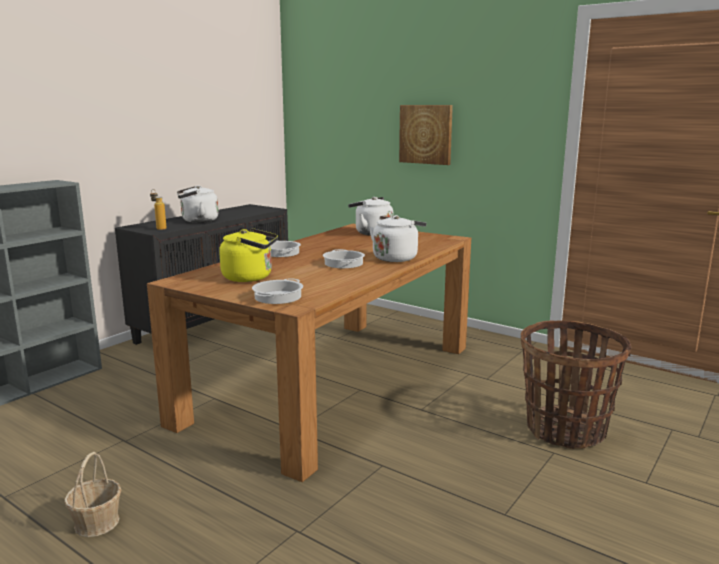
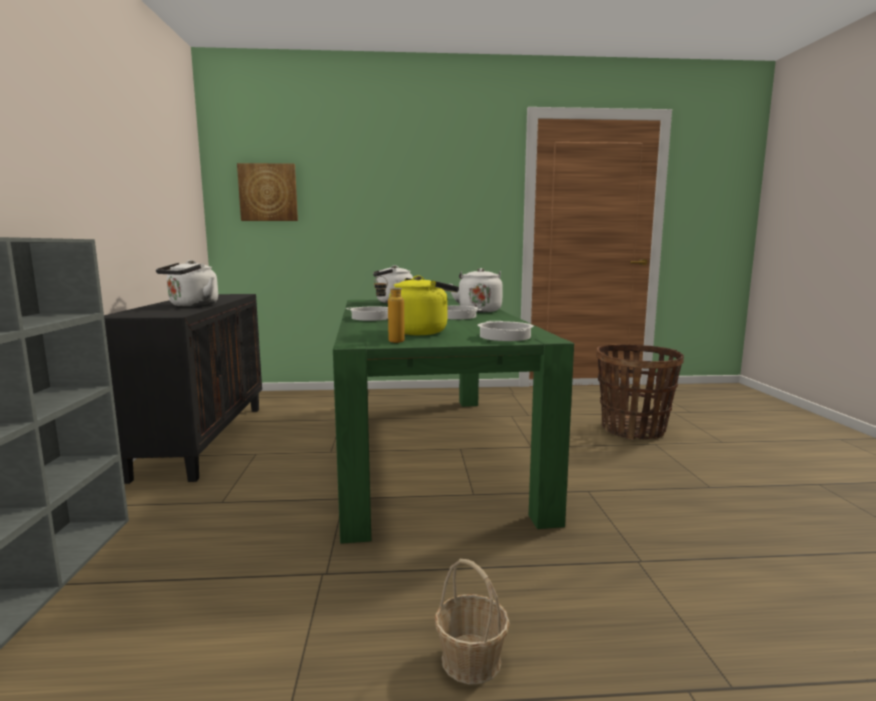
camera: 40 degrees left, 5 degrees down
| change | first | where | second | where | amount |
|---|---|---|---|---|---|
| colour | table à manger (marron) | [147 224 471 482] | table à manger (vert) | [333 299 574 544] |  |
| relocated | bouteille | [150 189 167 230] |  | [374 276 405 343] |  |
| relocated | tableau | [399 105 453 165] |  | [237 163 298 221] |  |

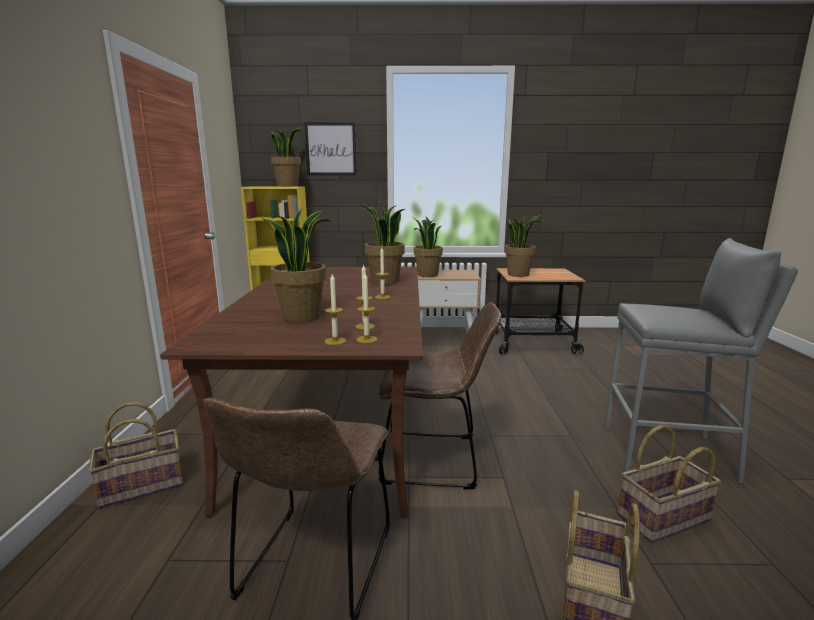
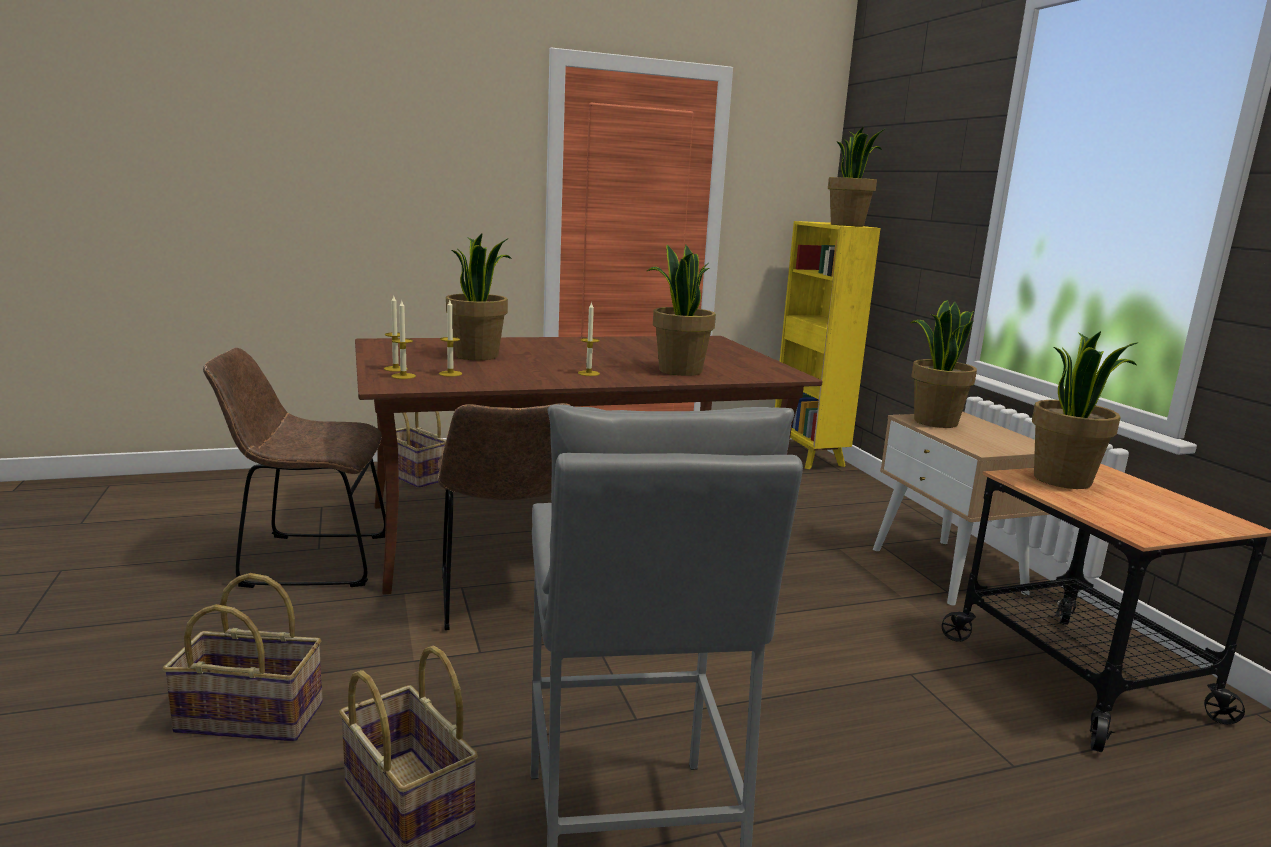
camera: 70 degrees right, 0 degrees up
| change | first | where | second | where | amount |
|---|---|---|---|---|---|
| missing | tableau | [304 122 357 176] |  |  |  |

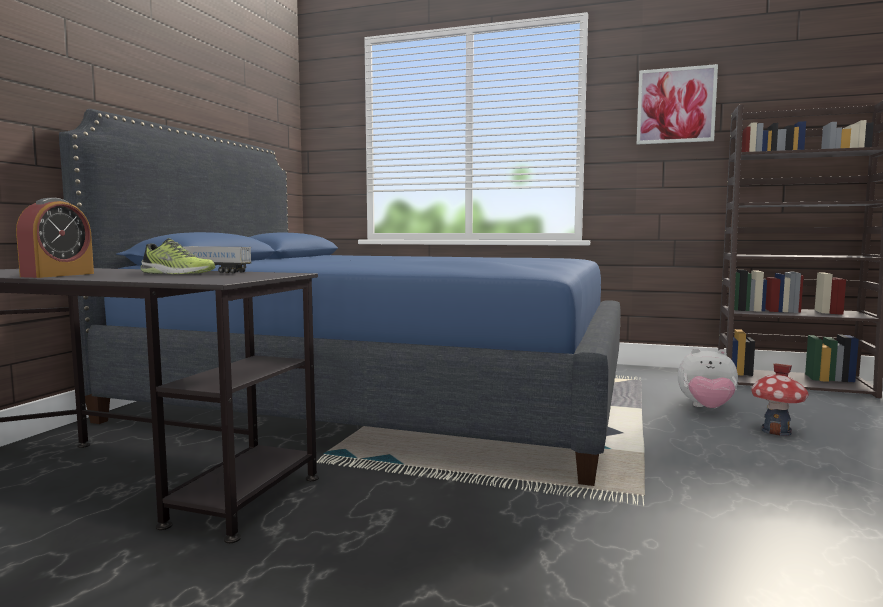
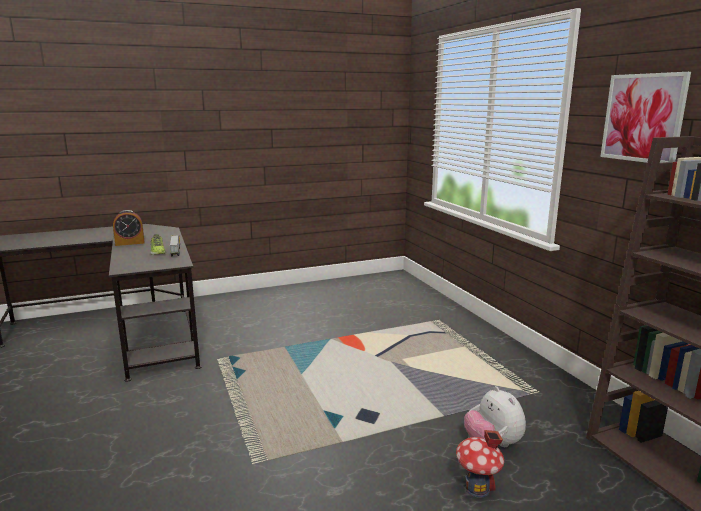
camera: 50 degrees right, 10 degrees up
| change | first | where | second | where | amount |
|---|---|---|---|---|---|
| missing | lit (bleu) | [59 109 620 486] |  |  |  |

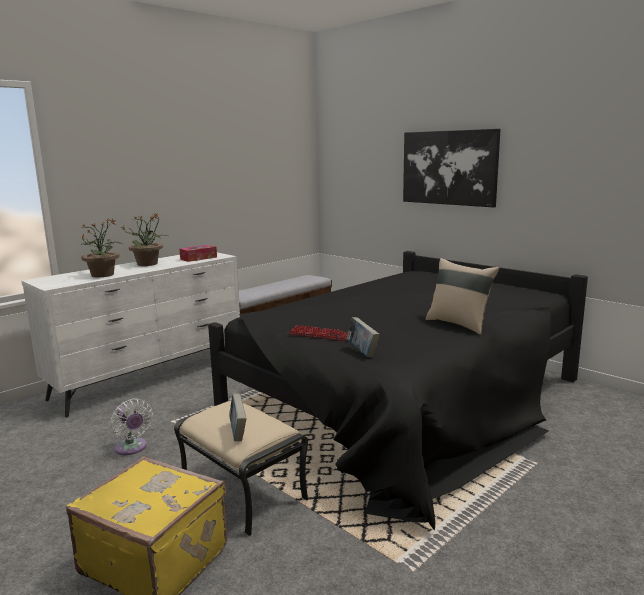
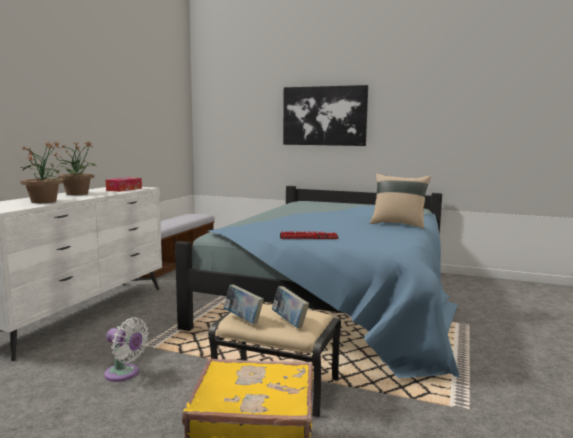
camera: 25 degrees left, 5 degrees down
| change | first | where | second | where | amount |
|---|---|---|---|---|---|
| colour | lit (noir) | [208 251 588 531] | lit (bleu) | [175 186 459 378] |  |
| relocated | livre | [346 317 380 357] |  | [224 285 264 324] |  |

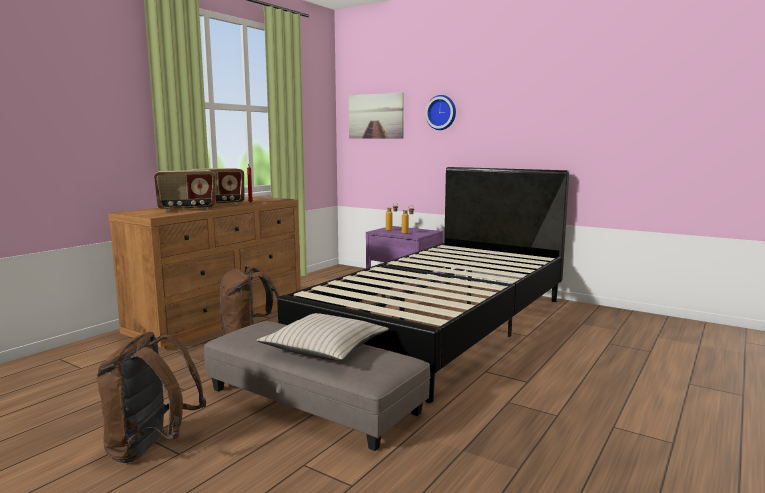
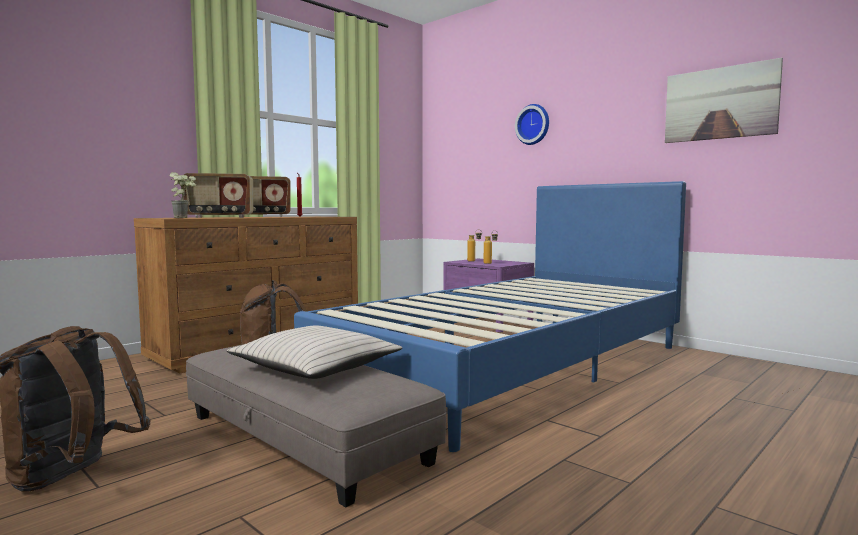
camera: 10 degrees right, 5 degrees down
| change | first | where | second | where | amount |
|---|---|---|---|---|---|
| colour | lit (noir) | [277 167 569 403] | lit (bleu) | [294 181 686 452] |  |
| relocated | tableau | [349 92 404 139] |  | [665 58 783 143] |  |
| appeared |  |  | plante en pot | [169 172 196 218] |  |

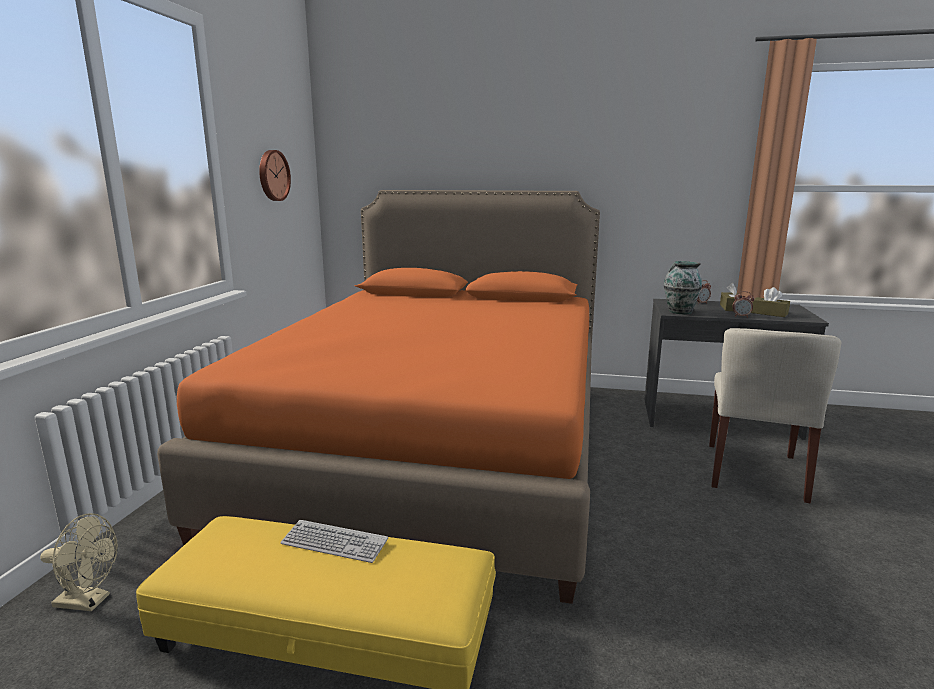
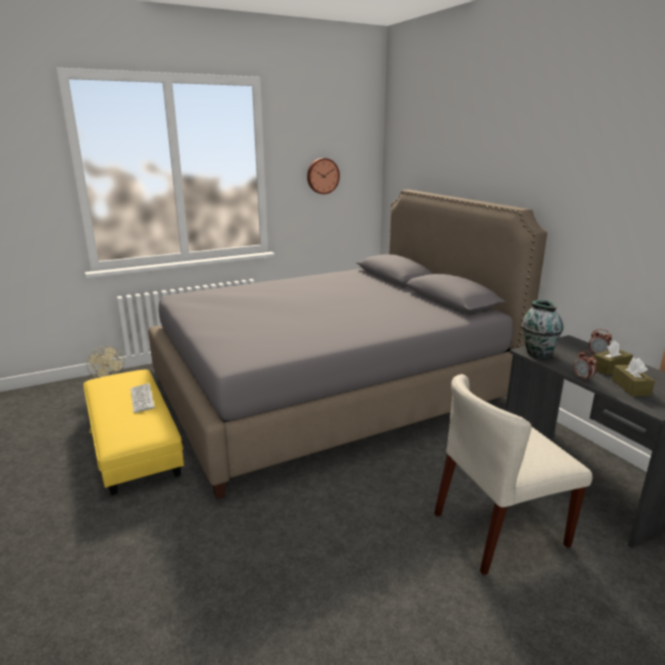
camera: 50 degrees right, 5 degrees up
| change | first | where | second | where | amount |
|---|---|---|---|---|---|
| colour | lit (orange) | [157 190 600 604] | lit (gris) | [148 190 547 499] |  |

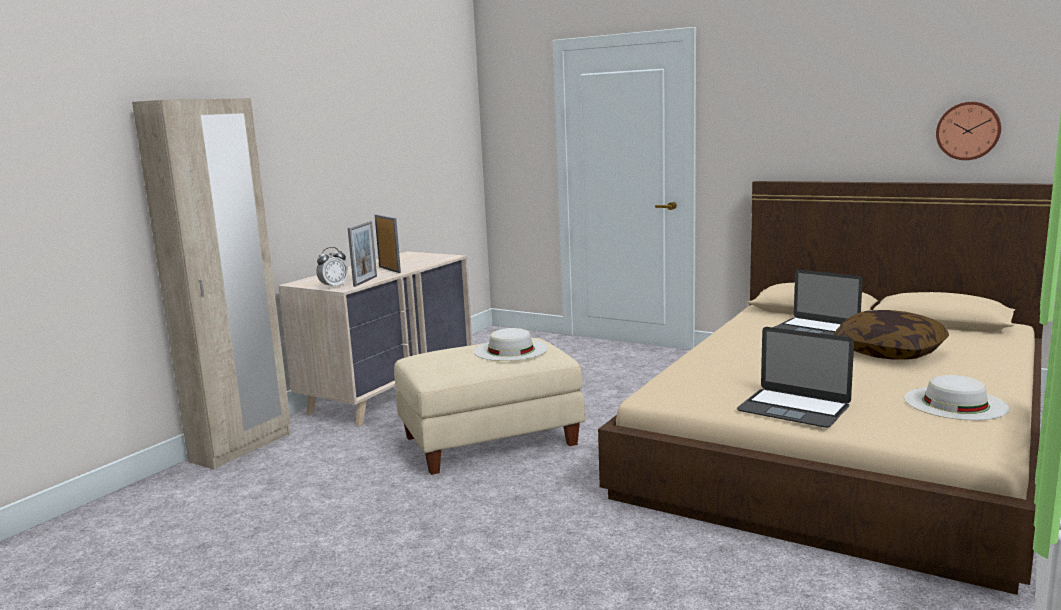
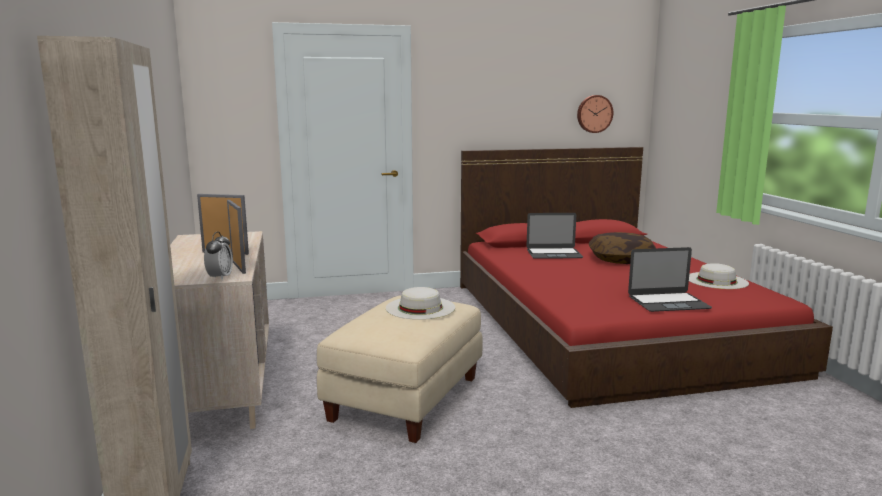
camera: 45 degrees left, 0 degrees up
| change | first | where | second | where | amount |
|---|---|---|---|---|---|
| colour | lit (beige) | [598 181 1053 595] | lit (rouge) | [460 147 833 408] |  |

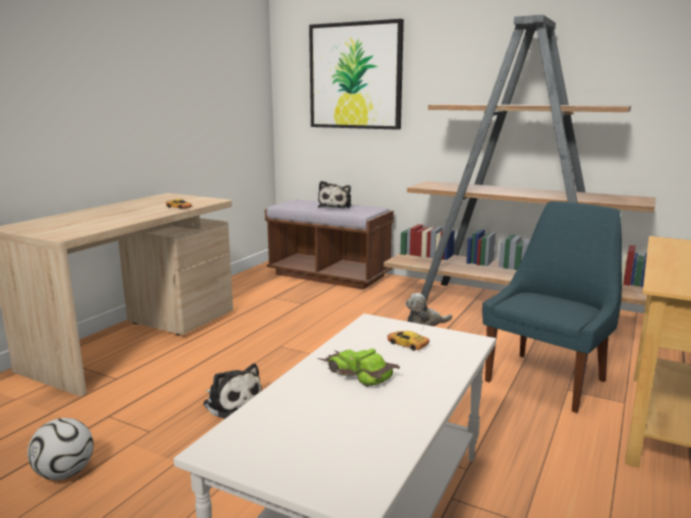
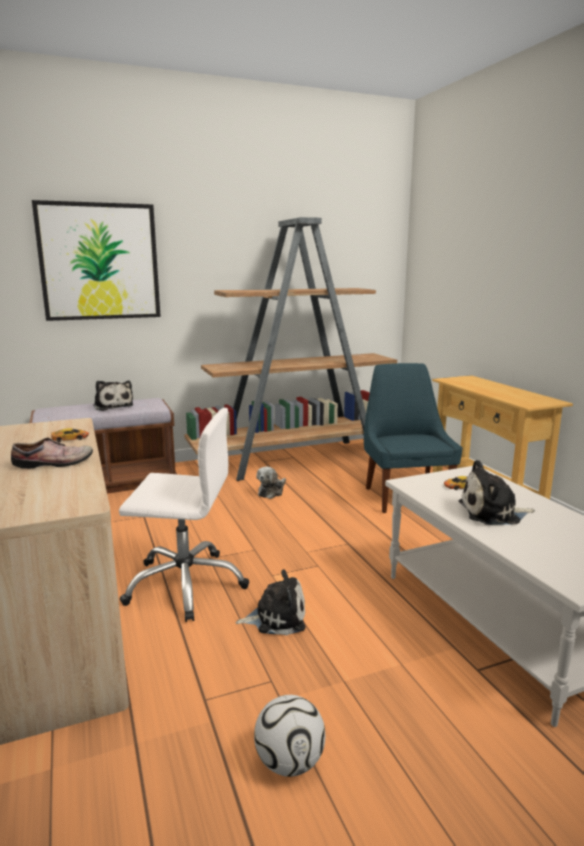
camera: 50 degrees left, 0 degrees up
| change | first | where | second | where | amount |
|---|---|---|---|---|---|
| exchanged | petite voiture | [317 349 400 387] | peluche | [458 460 535 525] |  |
| appeared |  |  | chaussure | [11 438 93 469] |  |
| appeared |  |  | chaise de bureau (blanc) | [119 408 249 622] |  |

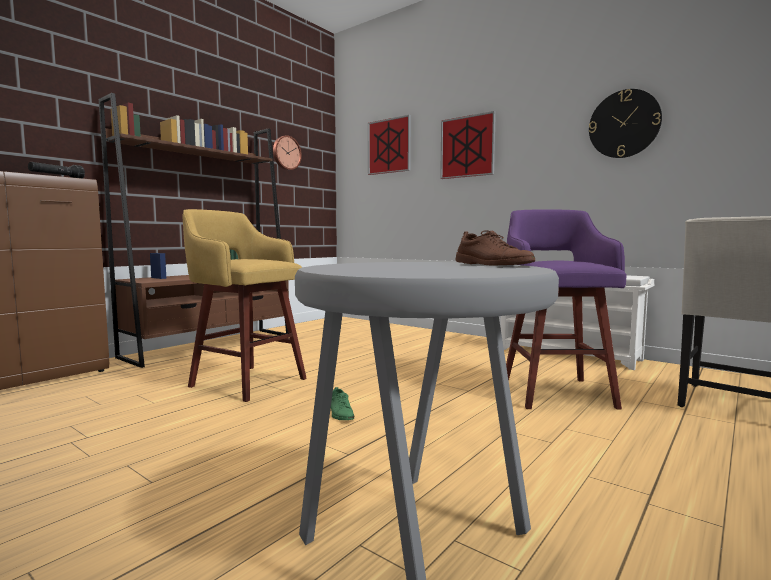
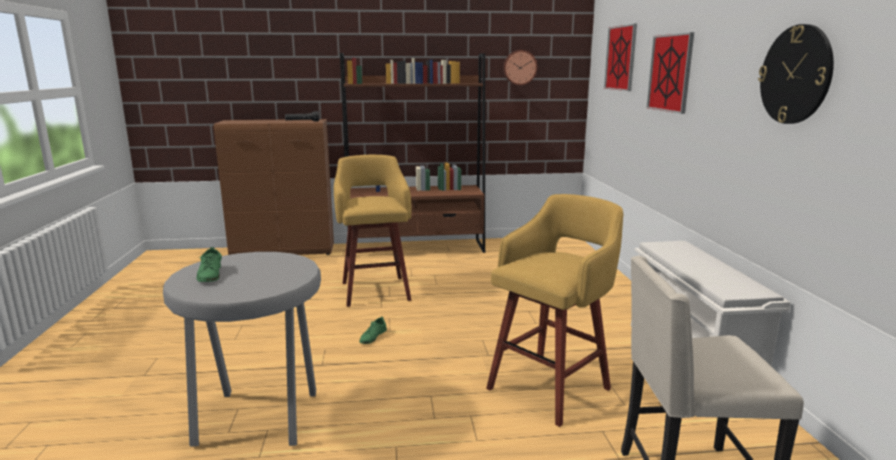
camera: 45 degrees right, 10 degrees up
| change | first | where | second | where | amount |
|---|---|---|---|---|---|
| missing | chaussure (marron) | [455 230 535 265] |  |  |  |
| colour | tabouret (violet) | [506 209 627 409] | tabouret (jaune) | [486 194 623 427] |  |
| appeared |  |  | chaussure (vert) | [197 247 222 282] |  |

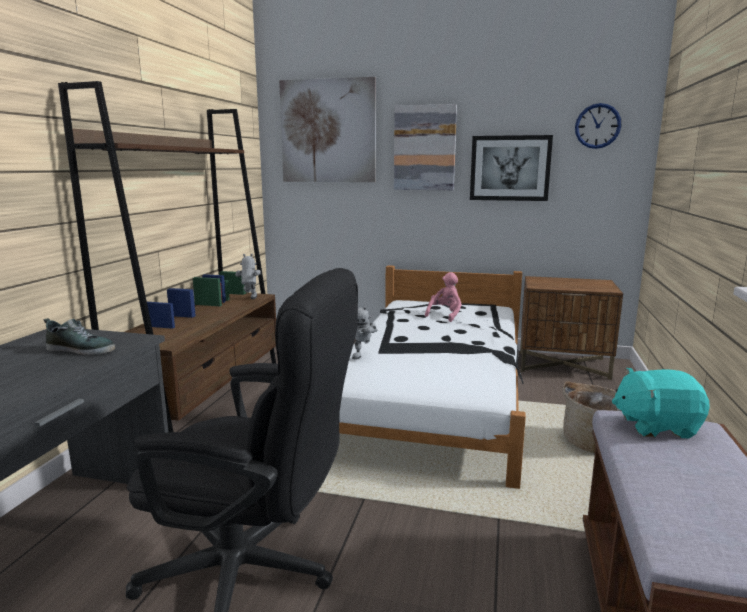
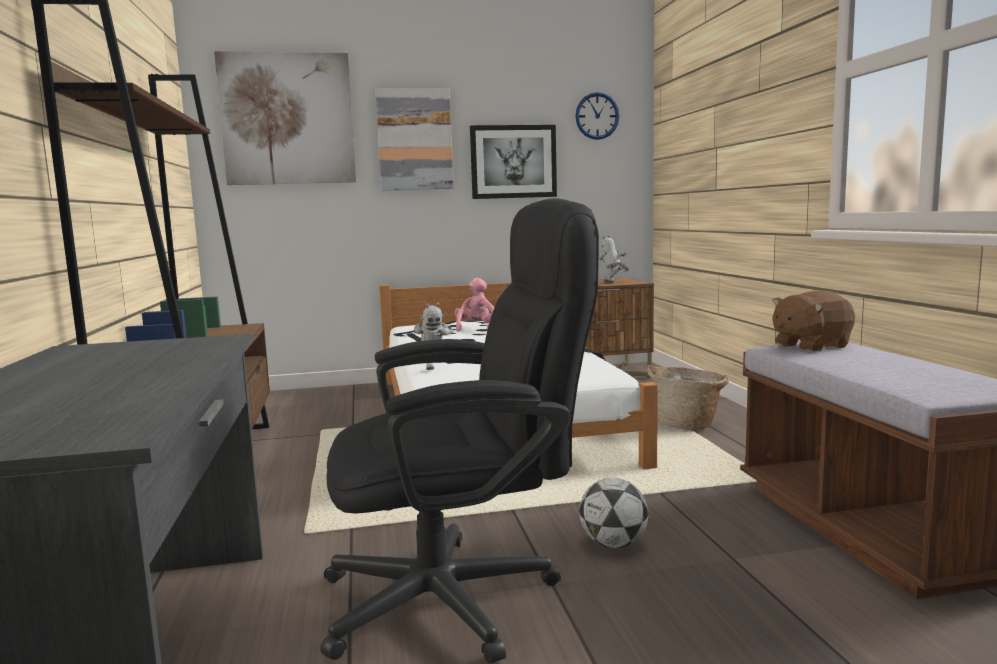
camera: 25 degrees left, 5 degrees down
| change | first | where | second | where | amount |
|---|---|---|---|---|---|
| missing | chaussure | [44 318 115 355] |  |  |  |
| relocated | robot jouet | [235 254 261 299] |  | [599 235 629 283] |  |
| colour | peluche (turquoise) | [612 368 709 439] | peluche (marron) | [772 290 855 352] |  |
| appeared |  |  | ballon de foot | [579 478 648 548] |  |

